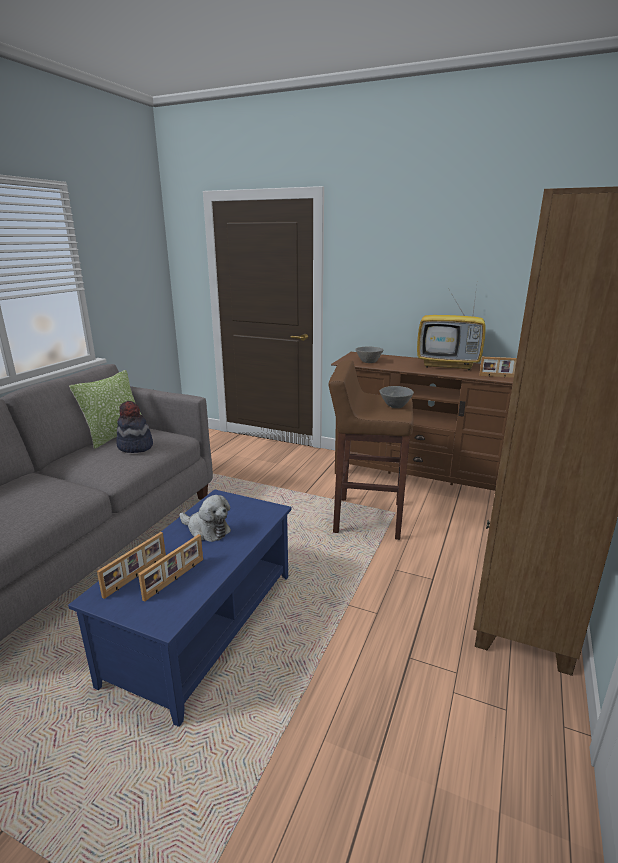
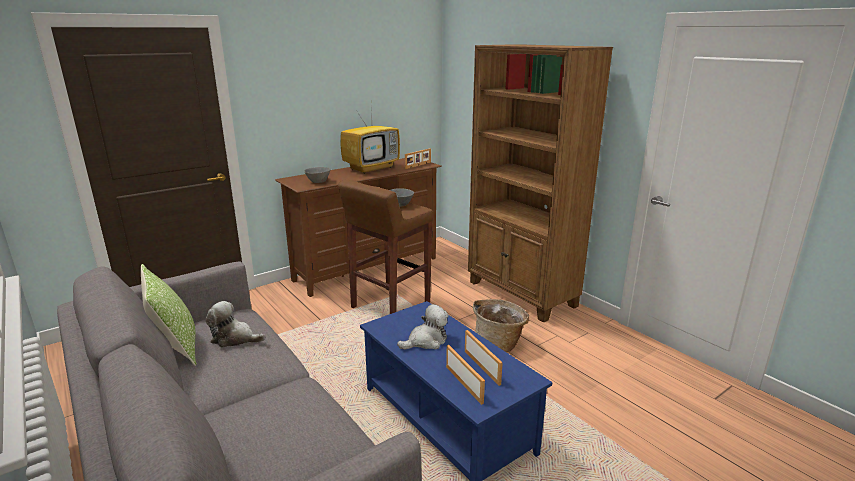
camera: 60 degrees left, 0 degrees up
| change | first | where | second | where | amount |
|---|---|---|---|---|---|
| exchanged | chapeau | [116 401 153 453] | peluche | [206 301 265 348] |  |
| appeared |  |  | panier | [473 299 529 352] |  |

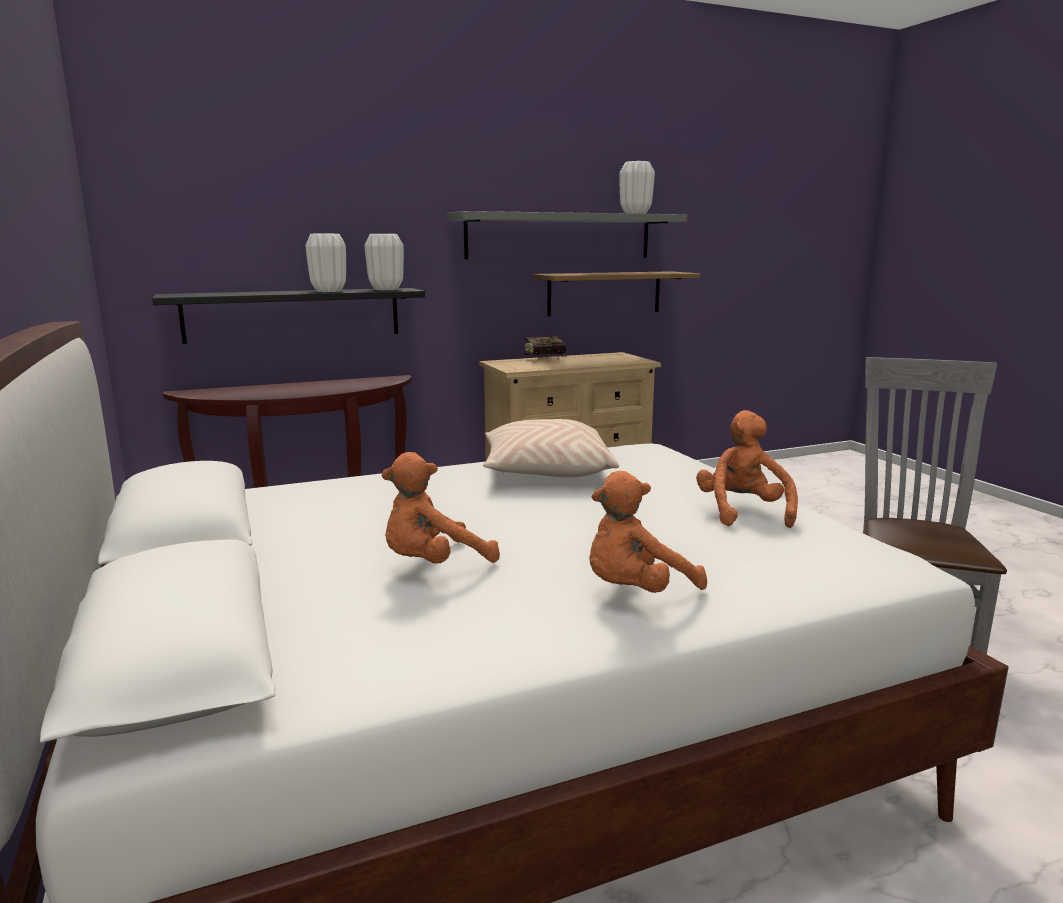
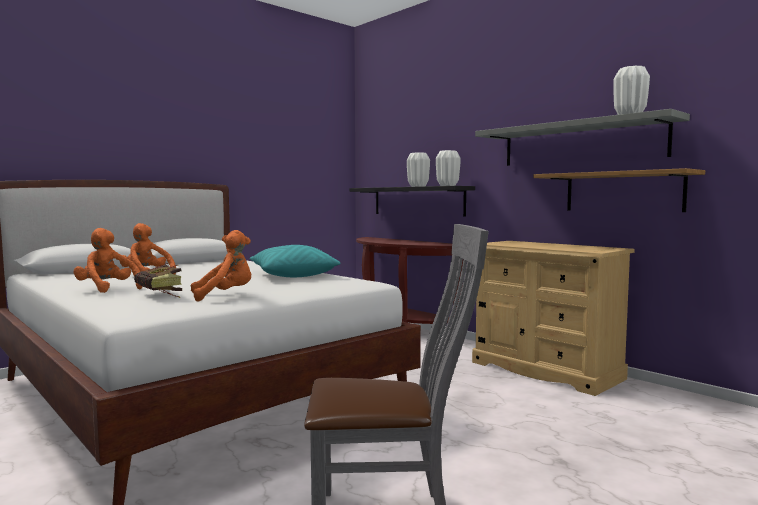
camera: 70 degrees right, 10 degrees down
| change | first | where | second | where | amount |
|---|---|---|---|---|---|
| colour | coussin (beige) | [483 419 619 477] | coussin (turquoise) | [249 245 341 277] |  |
| relocated | livre | [525 334 566 358] |  | [134 263 182 298] |  |

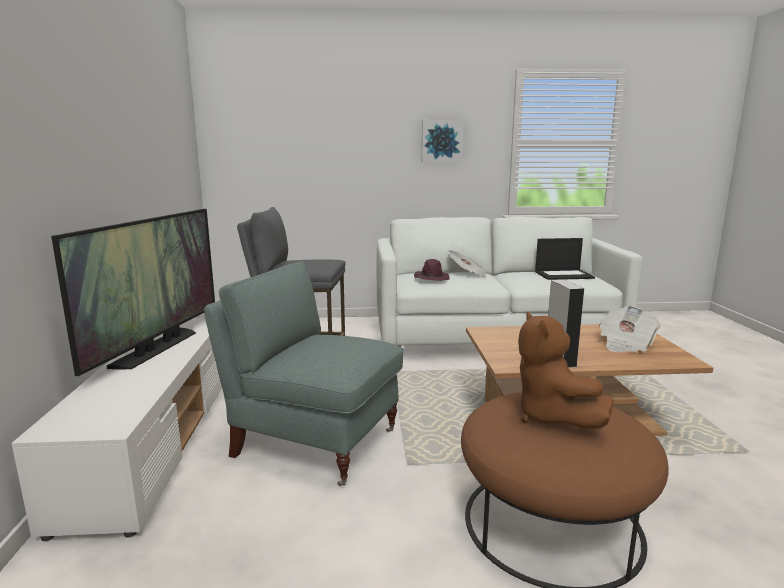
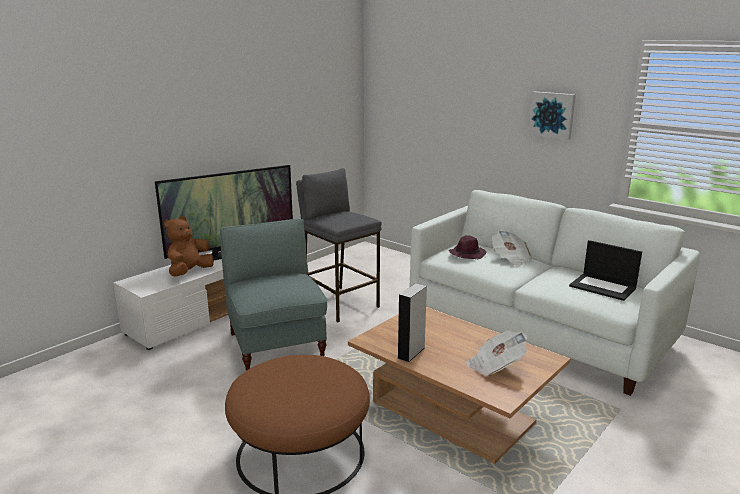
camera: 45 degrees right, 5 degrees up
| change | first | where | second | where | amount |
|---|---|---|---|---|---|
| relocated | peluche (marron) | [518 311 614 429] |  | [164 216 214 277] |  |

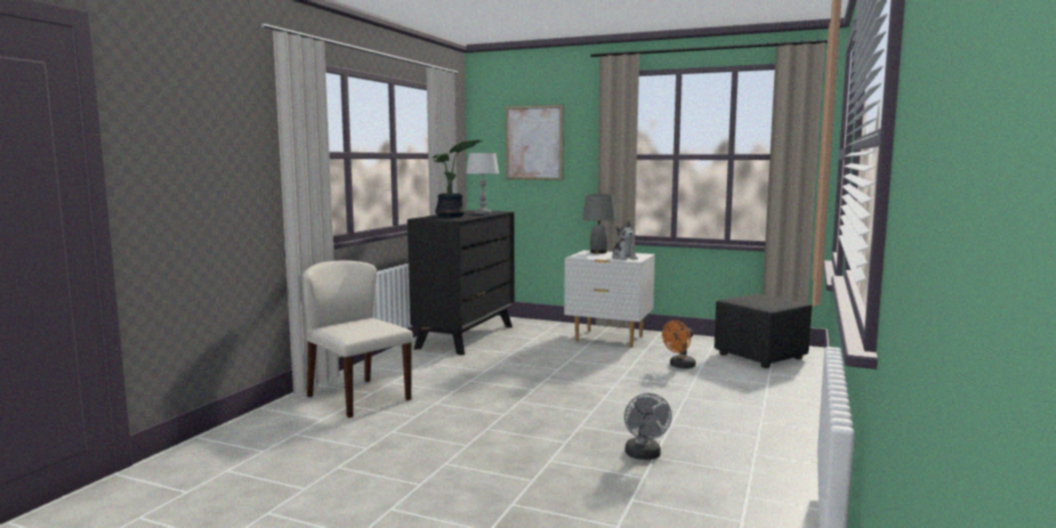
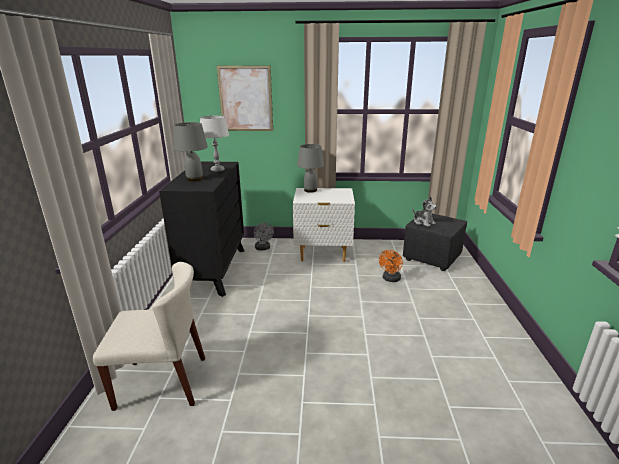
camera: 20 degrees left, 15 degrees up
| change | first | where | second | where | amount |
|---|---|---|---|---|---|
| spun | chaise (beige) | [303 260 413 418] |  | [93 262 205 411] | 150 degrees clockwise |
| exchanged | plante en pot | [432 140 482 217] | lampe de table (gris) | [174 122 208 181] |  |
| relocated | peluche | [612 221 638 260] |  | [412 196 437 227] |  |
| relocated | ventilateur (gris) | [624 393 672 460] |  | [254 222 274 251] |  |

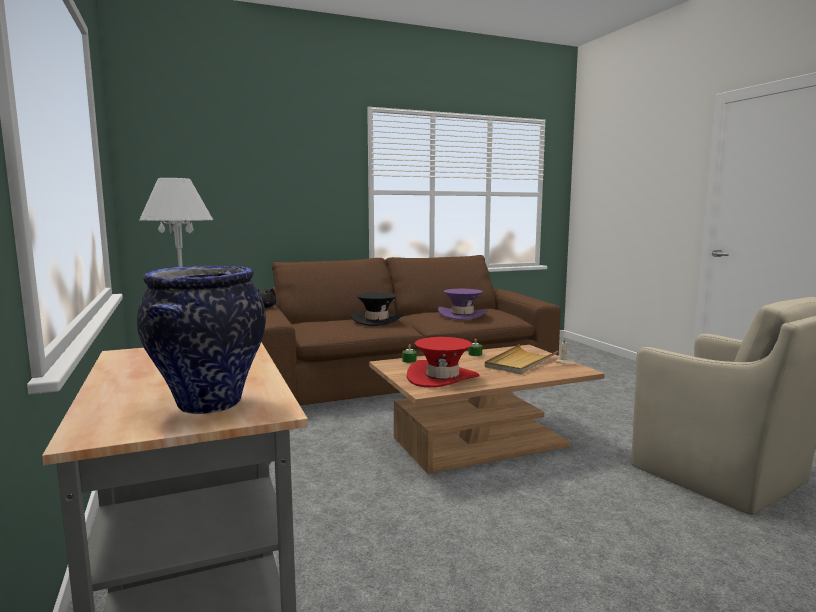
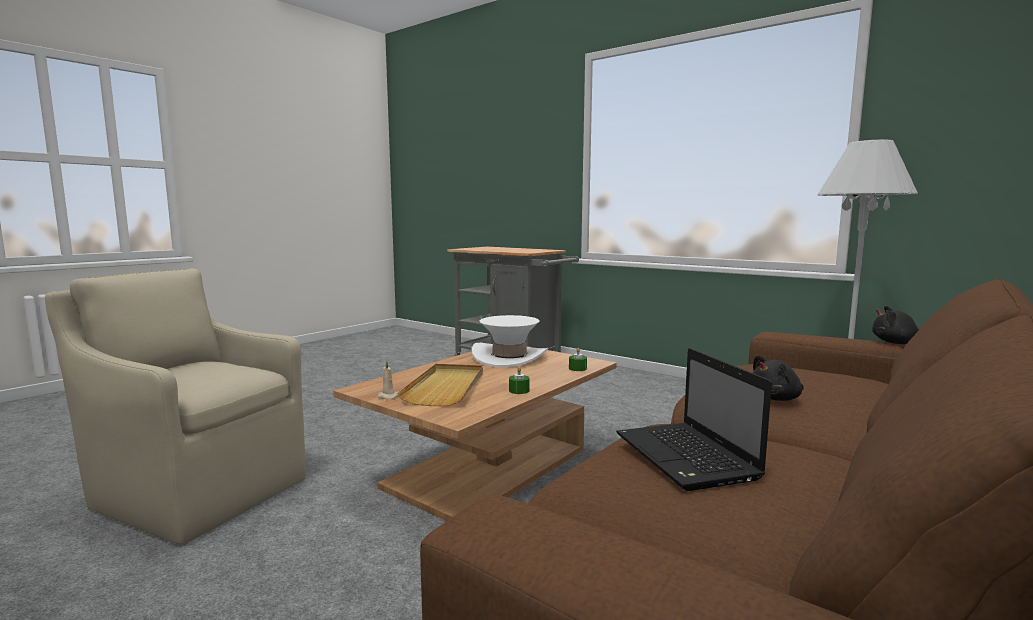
camera: 150 degrees right, 0 degrees up
| change | first | where | second | where | amount |
|---|---|---|---|---|---|
| missing | vase | [137 265 266 414] |  |  |  |
| exchanged | chapeau (noir) | [351 293 403 326] | peluche (noir) | [753 355 804 401] |  |
| colour | chapeau (rouge) | [407 337 480 388] | chapeau (blanc) | [471 315 548 367] |  |
| exchanged | chapeau (violet) | [438 289 488 320] | ordinateur portable | [616 348 772 491] |  |

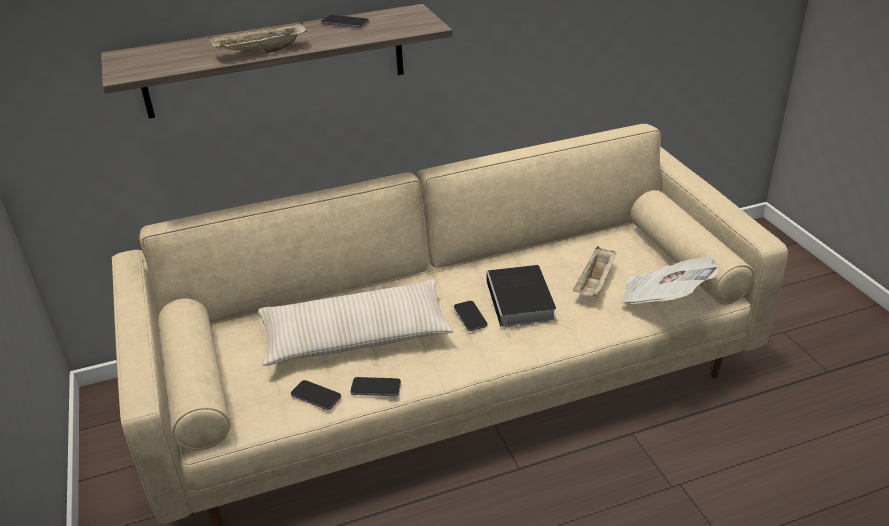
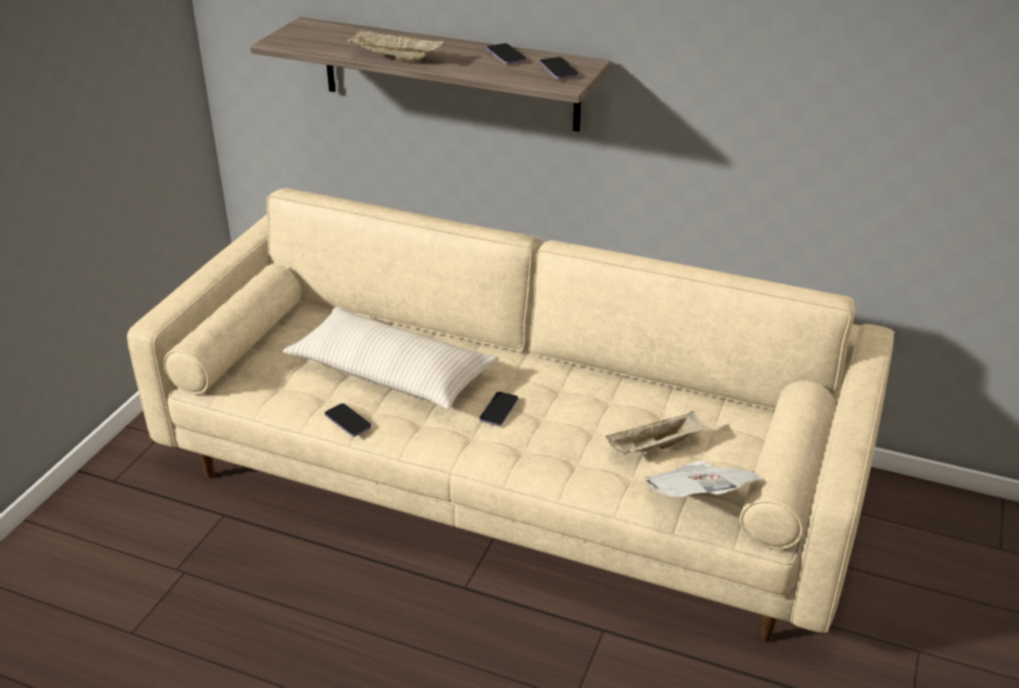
camera: 40 degrees right, 0 degrees up
| change | first | where | second | where | amount |
|---|---|---|---|---|---|
| relocated | téléphone | [291 380 341 410] |  | [540 57 579 79] |  |
| missing | livre | [486 265 556 336] |  |  |  |

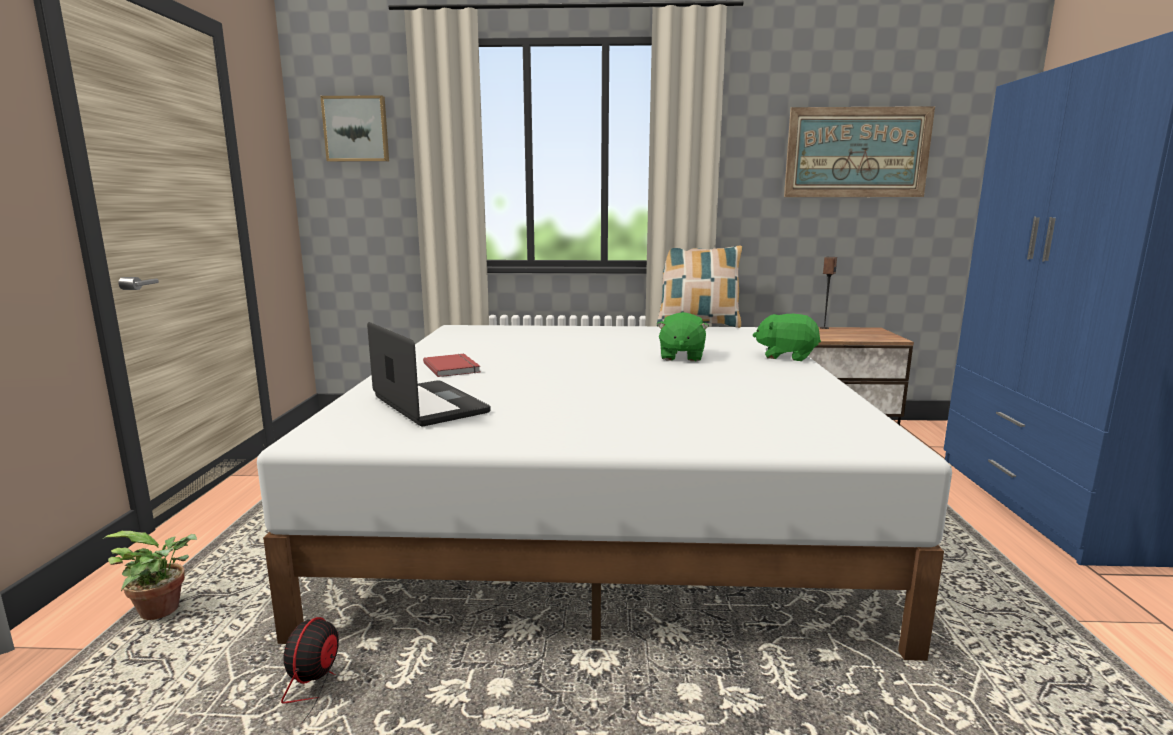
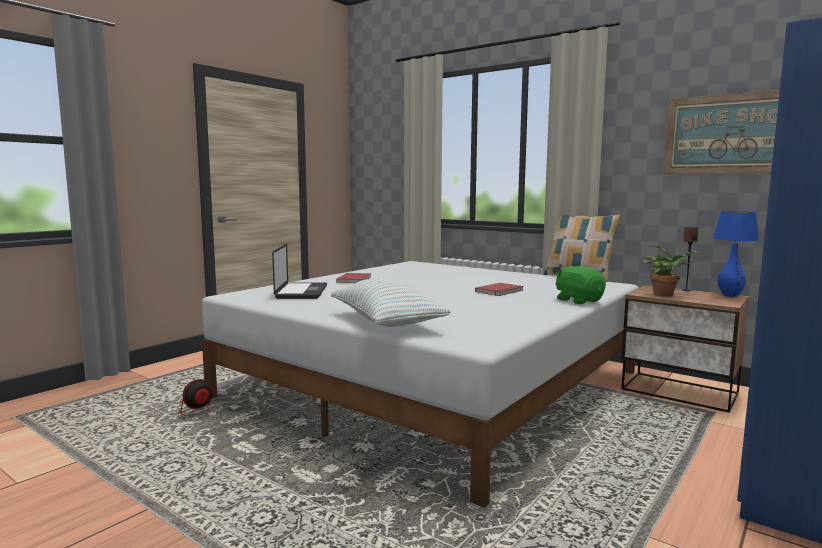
camera: 35 degrees right, 5 degrees down
| change | first | where | second | where | amount |
|---|---|---|---|---|---|
| relocated | plante en pot | [103 531 197 620] |  | [643 245 697 296] |  |
| missing | tableau | [320 95 389 162] |  |  |  |
| exchanged | peluche (vert) | [656 312 709 362] | livre (rouge) | [475 283 524 296] |  |
| appeared |  |  | coussin | [331 278 450 327] |  |
| appeared |  |  | lampe de table (bleu) | [713 211 759 297] |  |

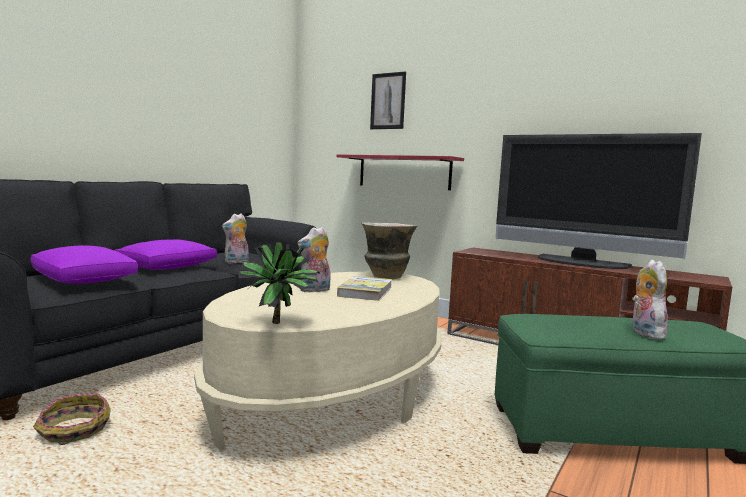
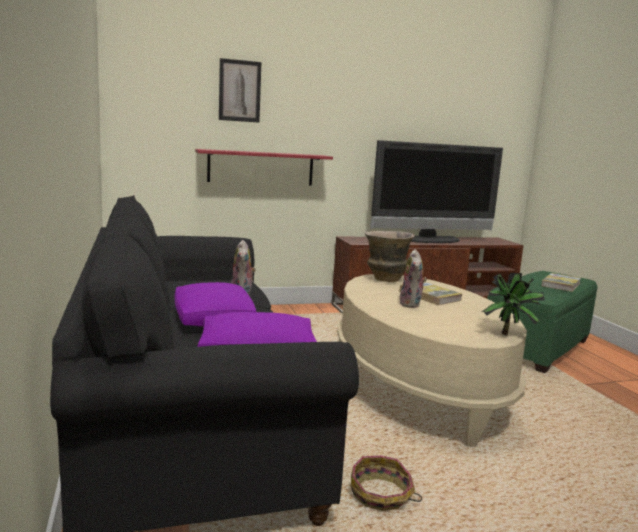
camera: 50 degrees left, 5 degrees up
| change | first | where | second | where | amount |
|---|---|---|---|---|---|
| exchanged | peluche | [632 260 669 339] | livre | [541 273 581 292] |  |

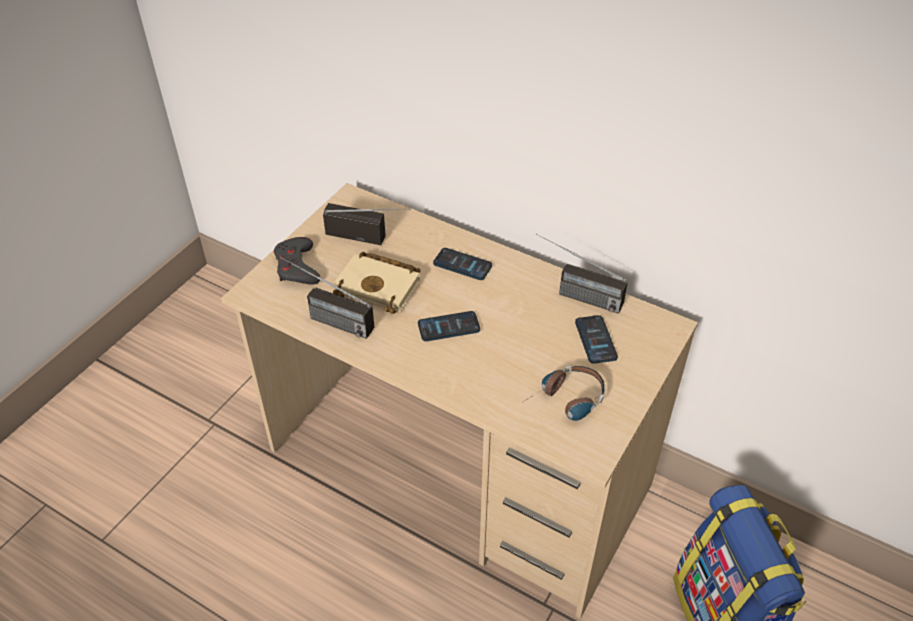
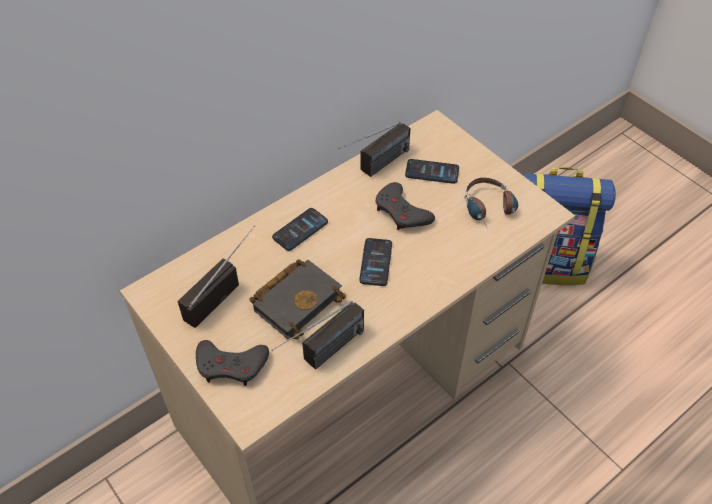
camera: 70 degrees left, 5 degrees up
| change | first | where | second | where | amount |
|---|---|---|---|---|---|
| colour | livre (beige) | [333 252 421 314] | livre (noir) | [250 259 346 340] |  |
| appeared |  |  | manette (gris) | [375 182 435 230] |  |

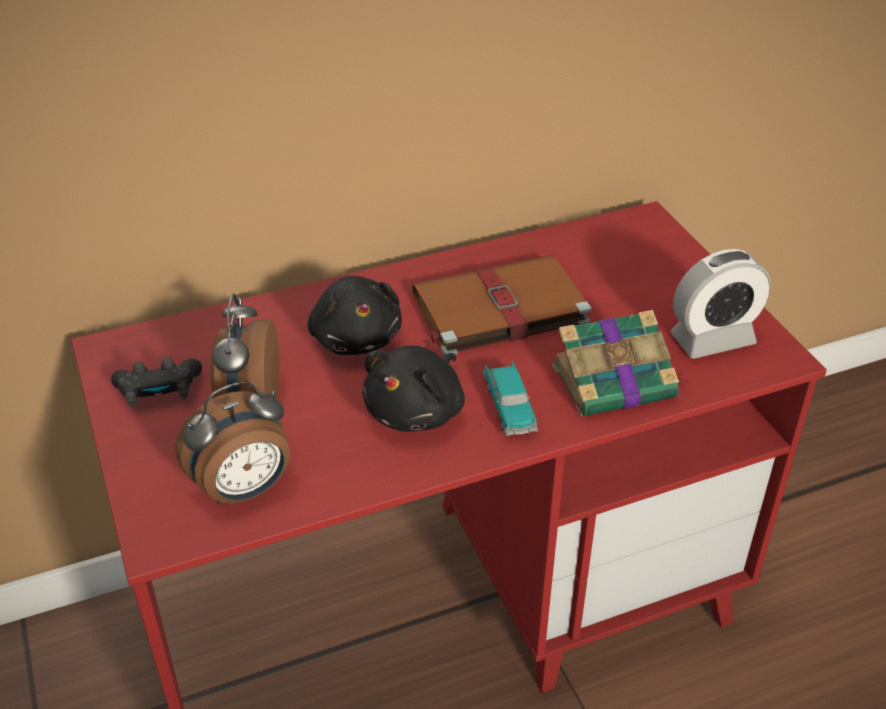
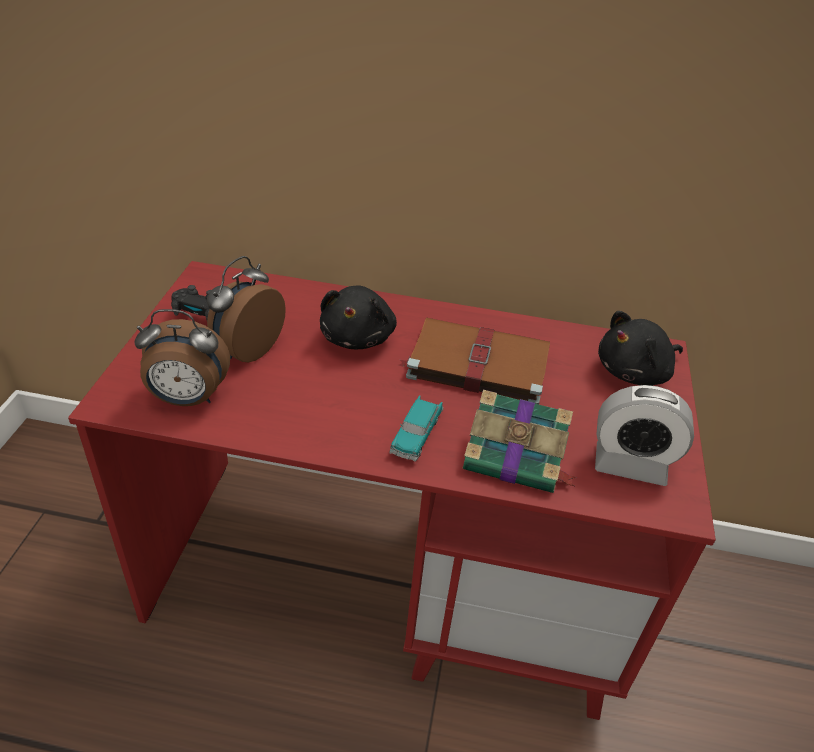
camera: 30 degrees right, 0 degrees up
| change | first | where | second | where | amount |
|---|---|---|---|---|---|
| relocated | peluche (noir) | [362 346 465 432] |  | [598 311 683 386] |  |

